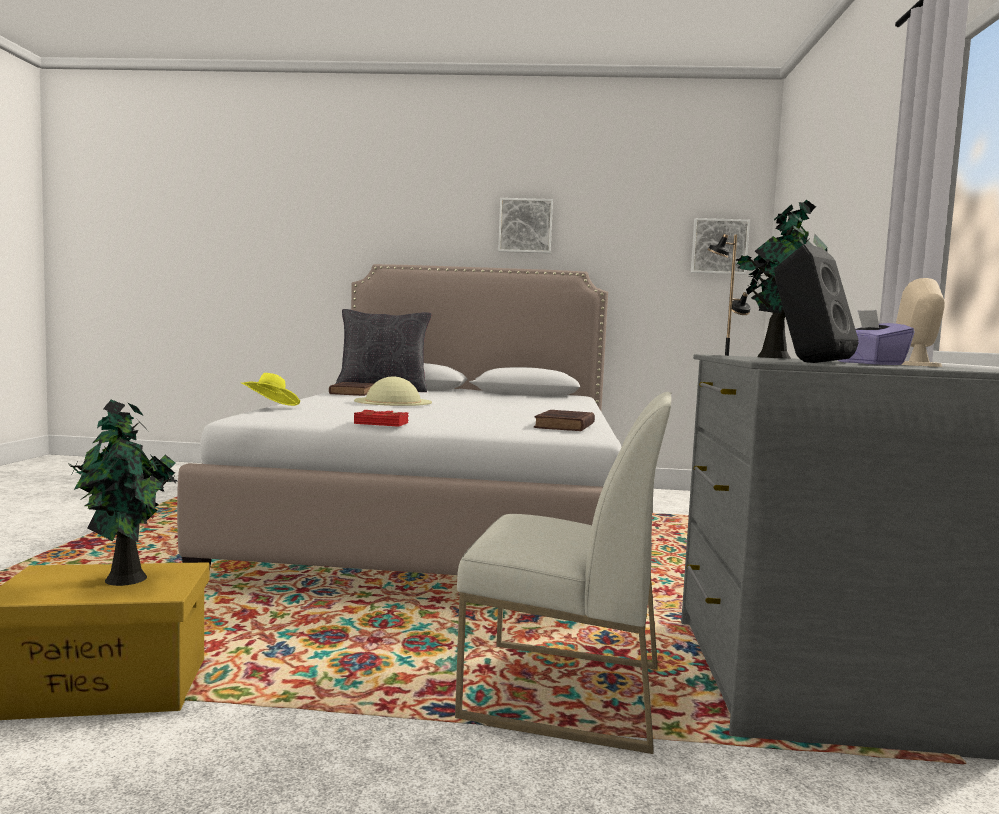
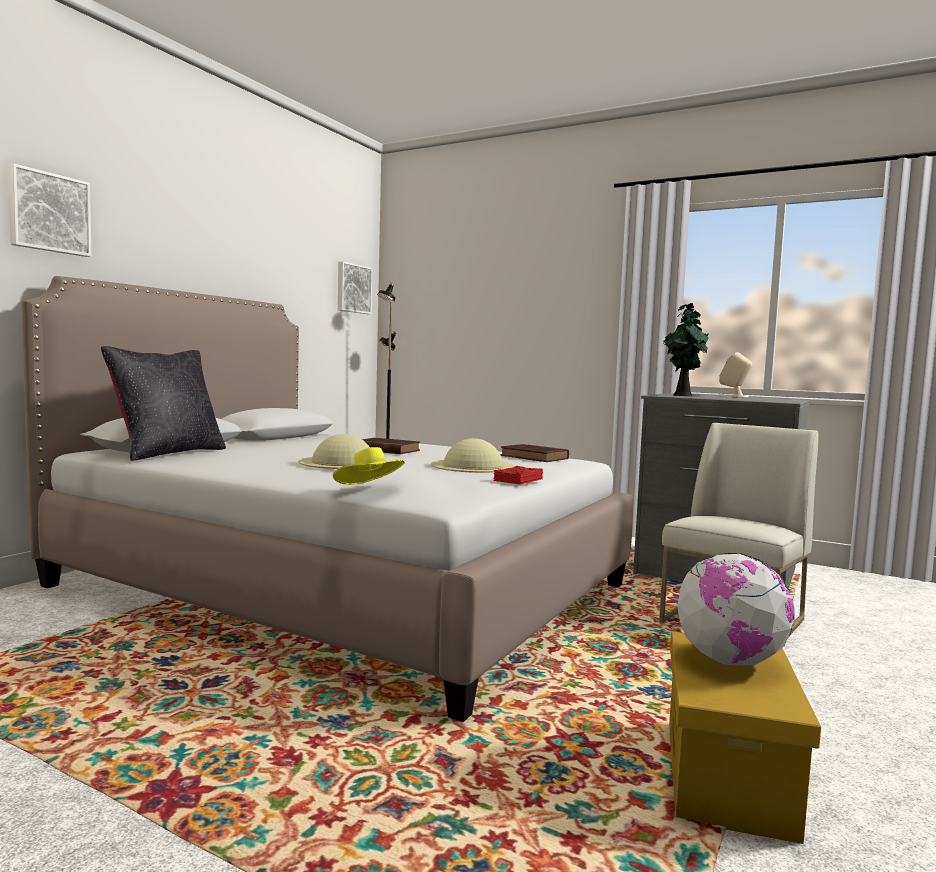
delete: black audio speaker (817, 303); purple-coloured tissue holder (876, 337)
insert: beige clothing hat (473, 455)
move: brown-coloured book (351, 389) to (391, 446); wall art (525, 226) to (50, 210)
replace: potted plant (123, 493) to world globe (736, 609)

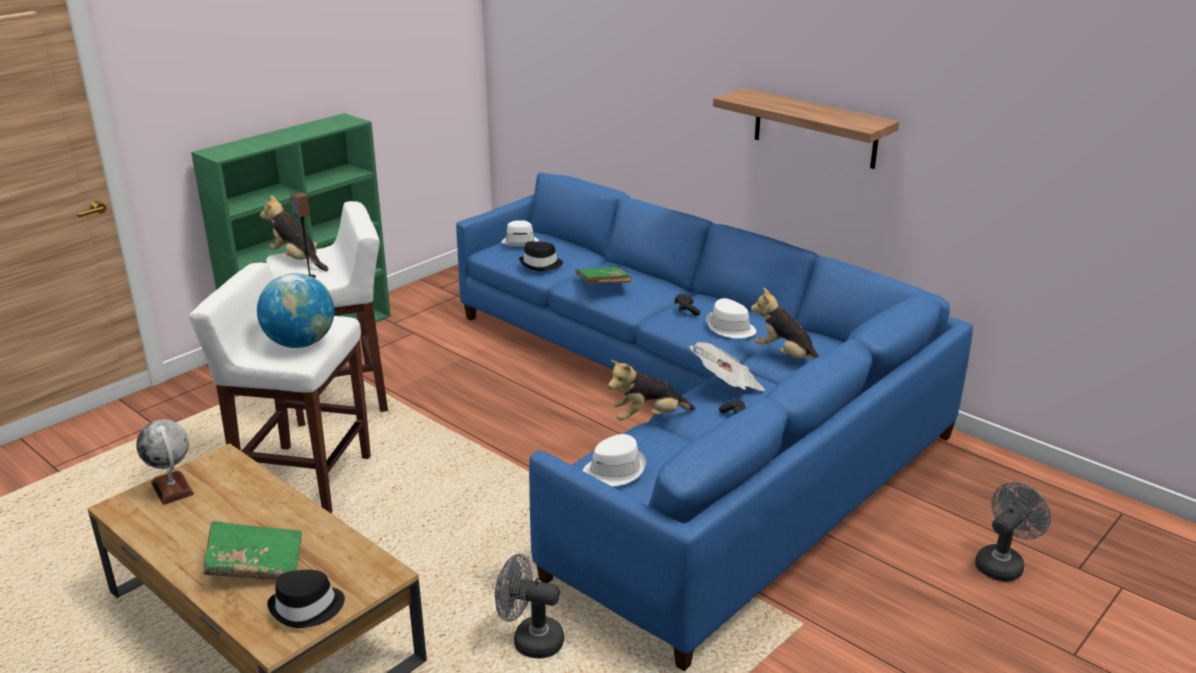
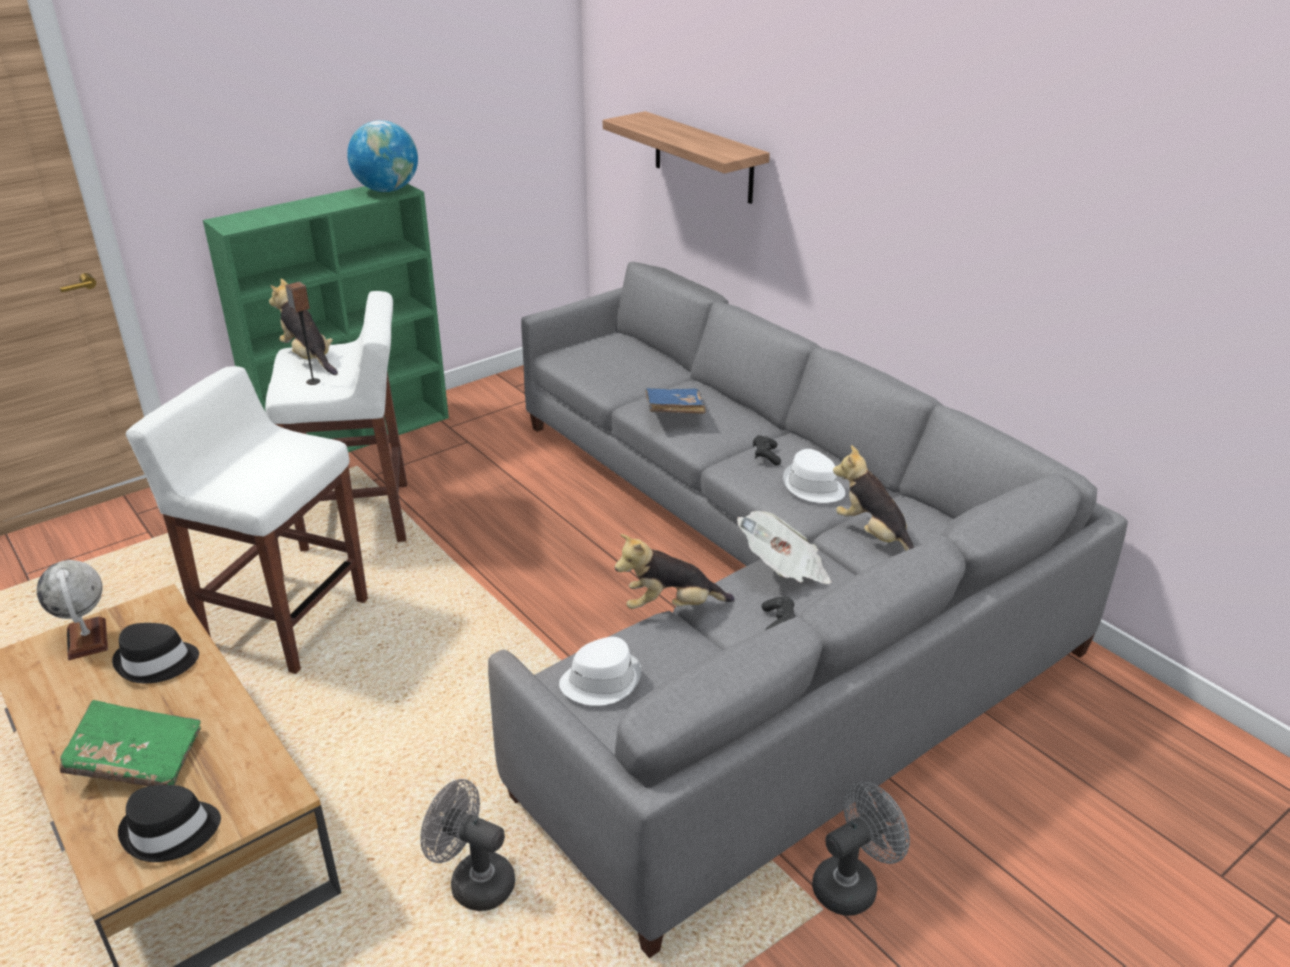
delete: white-coloured clothing hat (520, 233)
move: world globe (295, 310) to (382, 156); black clothing hat (541, 256) to (155, 653); wall shelf (806, 128) to (686, 157); greyish electric fan (1013, 532) to (861, 848)
recolor: blue-coloured sofa (714, 421) to greyish sofa (808, 610); green-coloured book (603, 275) to blue-coloured book (675, 401)

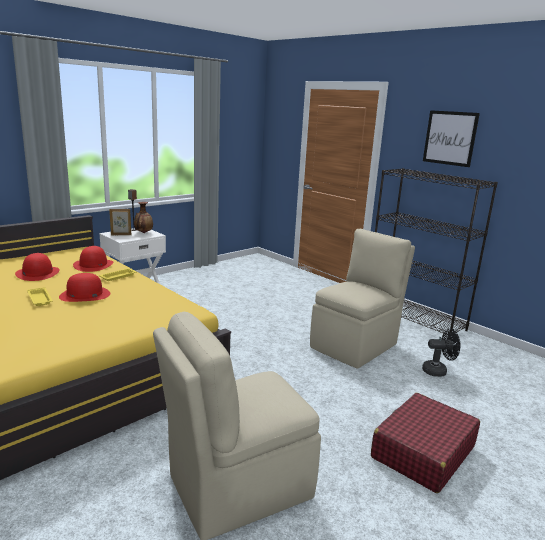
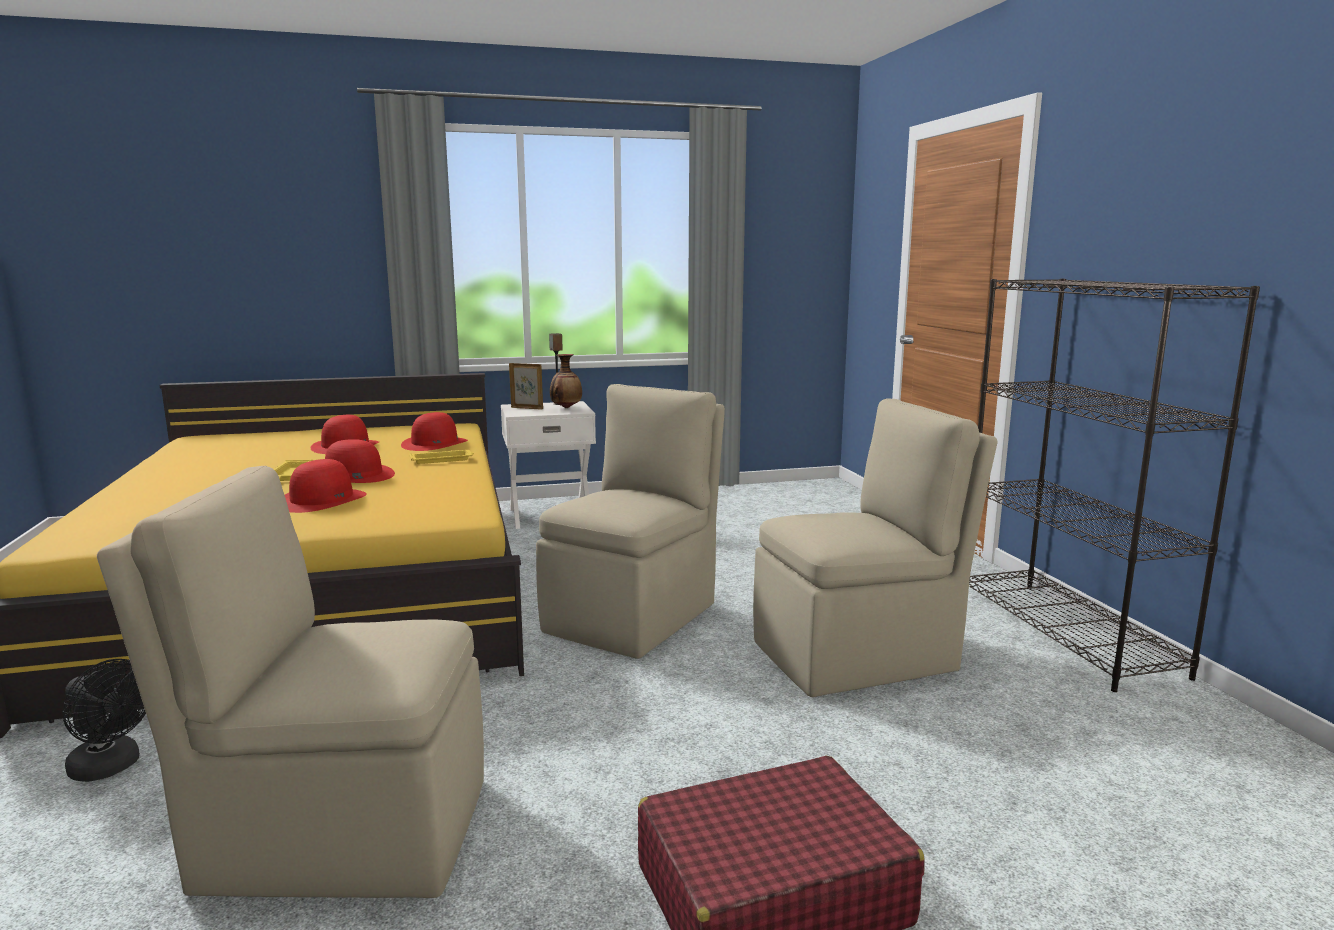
delete: wall art (451, 138)
insert: red clothing hat (326, 486); beige plain chair (630, 521)
move: black electric fan (441, 353) to (104, 720)

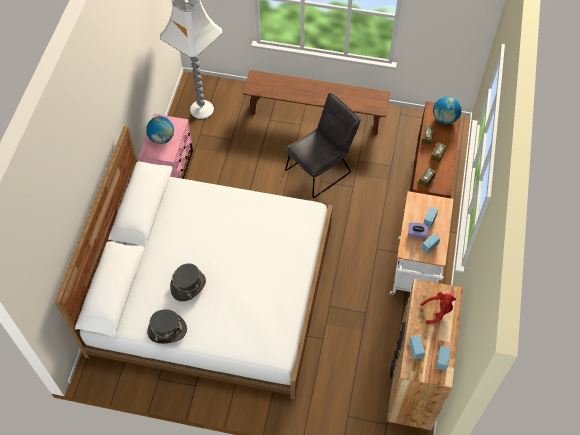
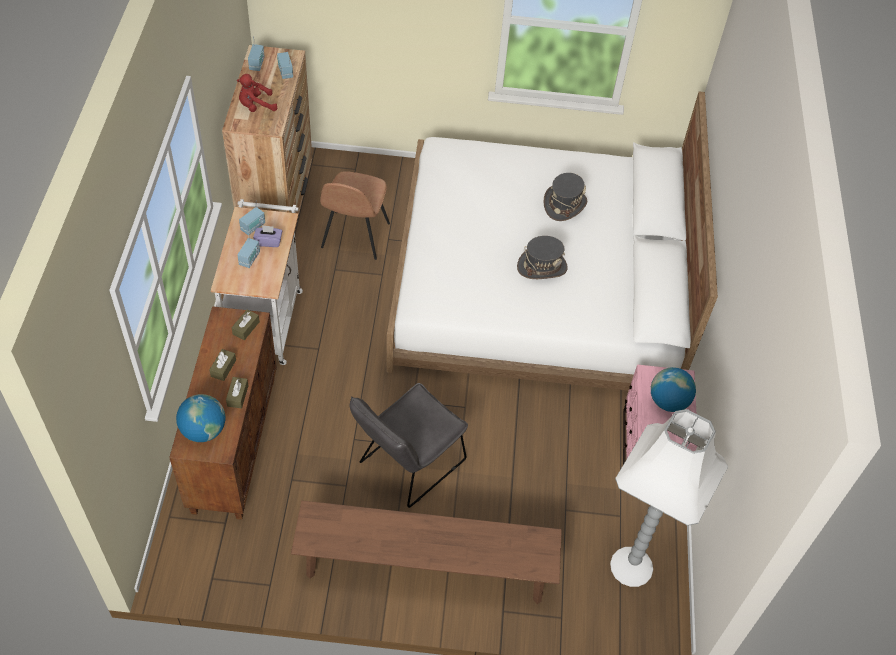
insert: brown-coloured plain chair (355, 215)
move: greyish clothing hat (167, 326) to (542, 257)

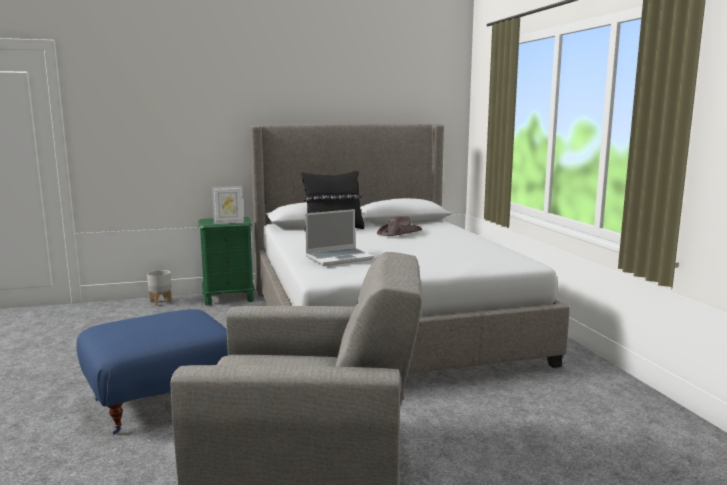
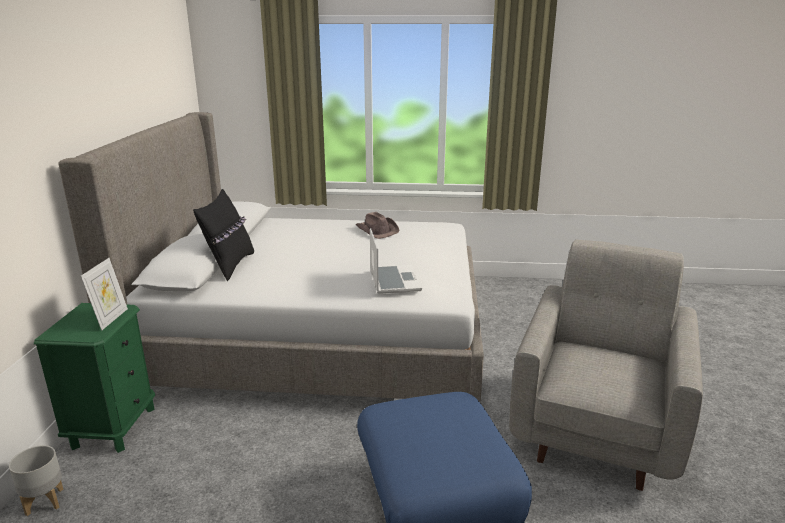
move: brown-coloured clothing hat (399, 226) to (377, 225)

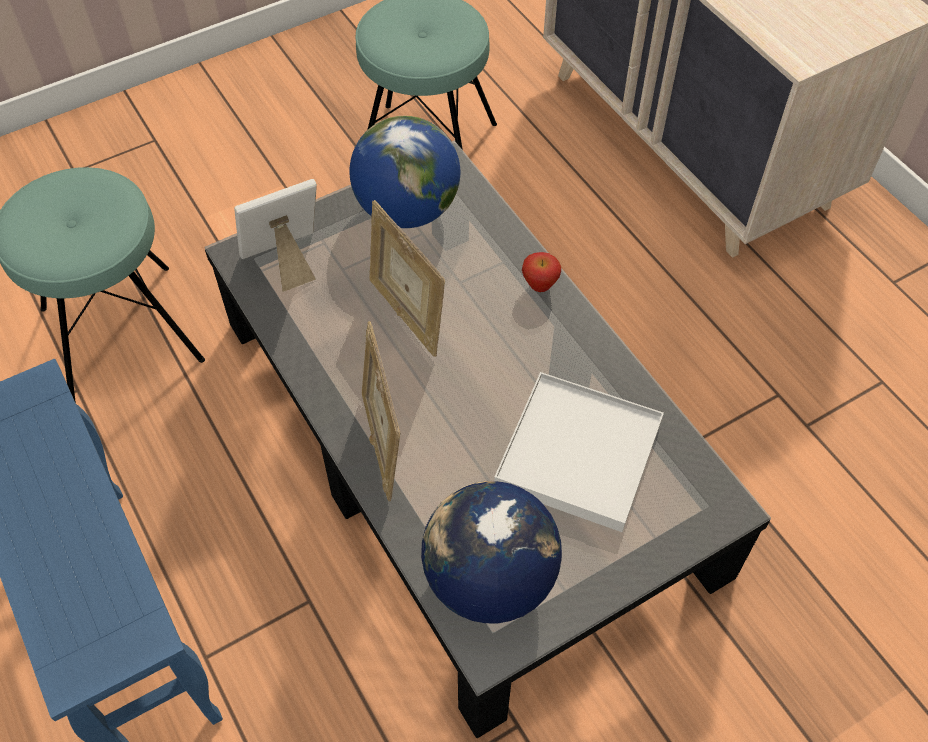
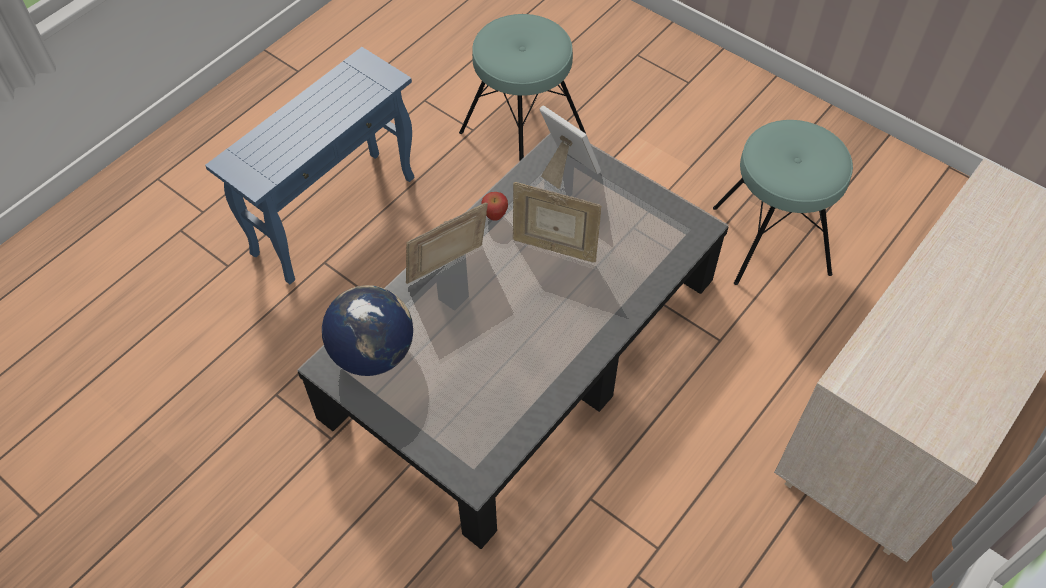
delete: world globe (404, 172); white-coloured carrying tray (579, 452)
move: apple (541, 272) to (494, 206)
rotate: standing frame (407, 278) = (557, 222) 105 degrees counterclockwise

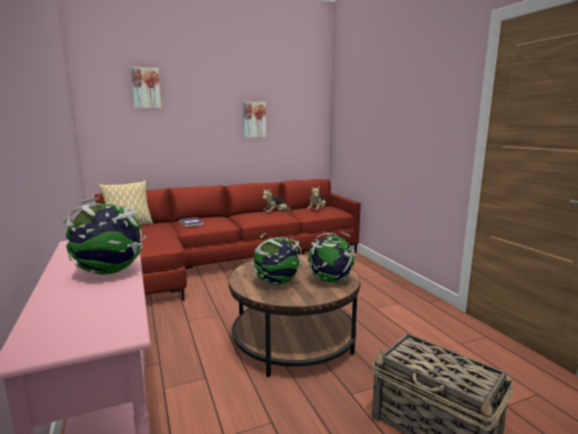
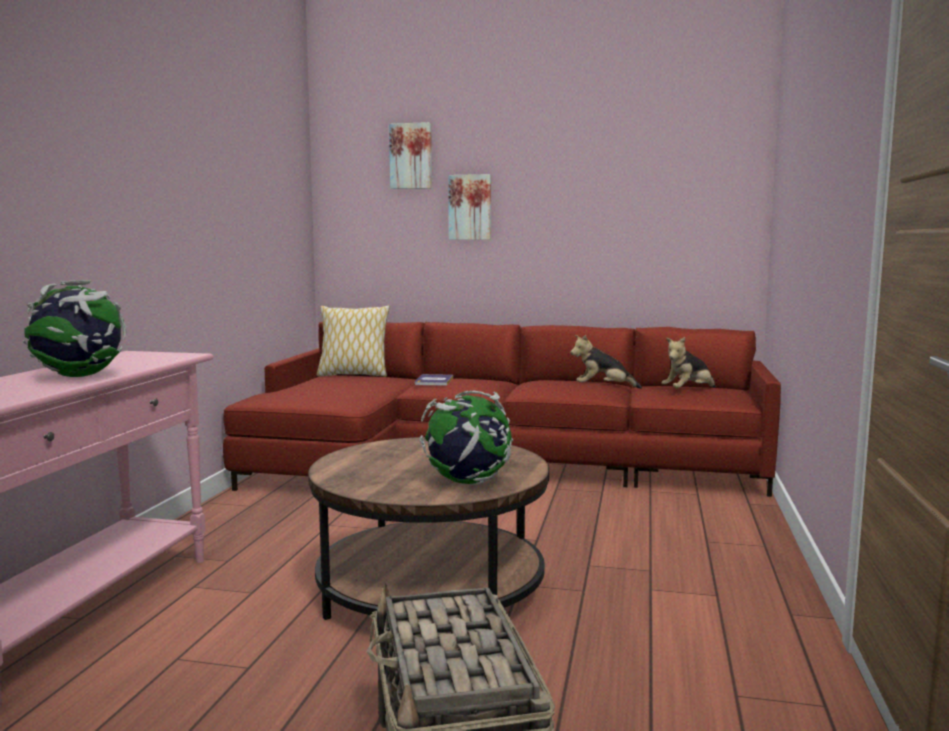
delete: world globe (277, 259)
move: wall art (254, 119) to (469, 207)

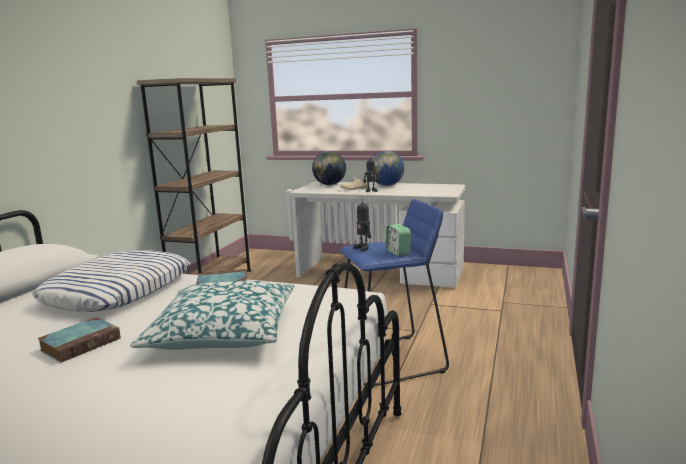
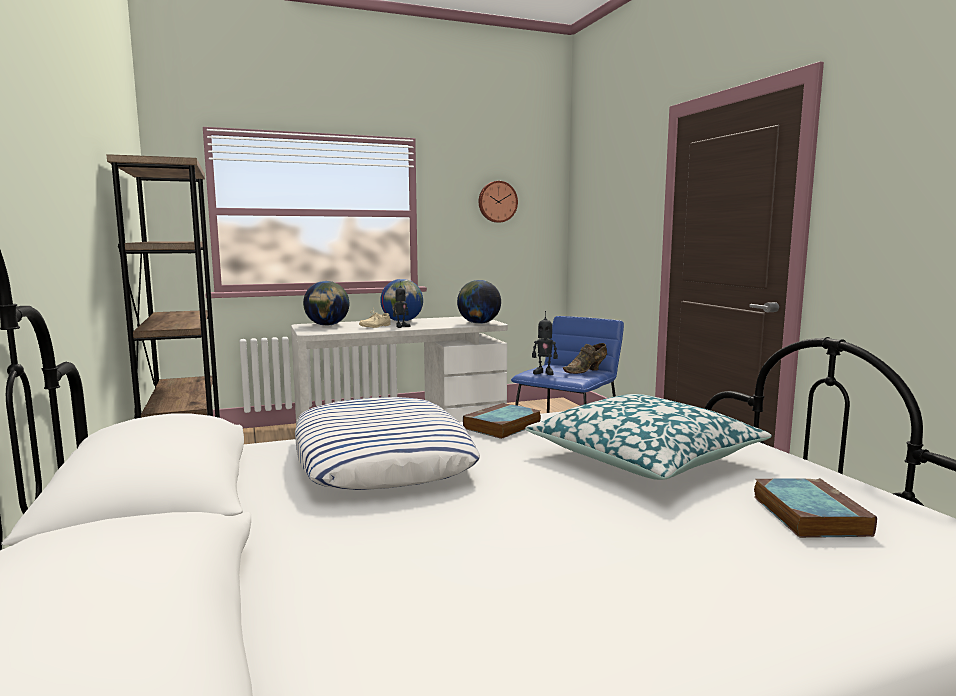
insert: world globe (479, 302); clock on the wall (498, 202)
move: book (79, 340) to (815, 508)
replace: alarm clock (398, 240) to brown-coloured item of footwear (585, 358)

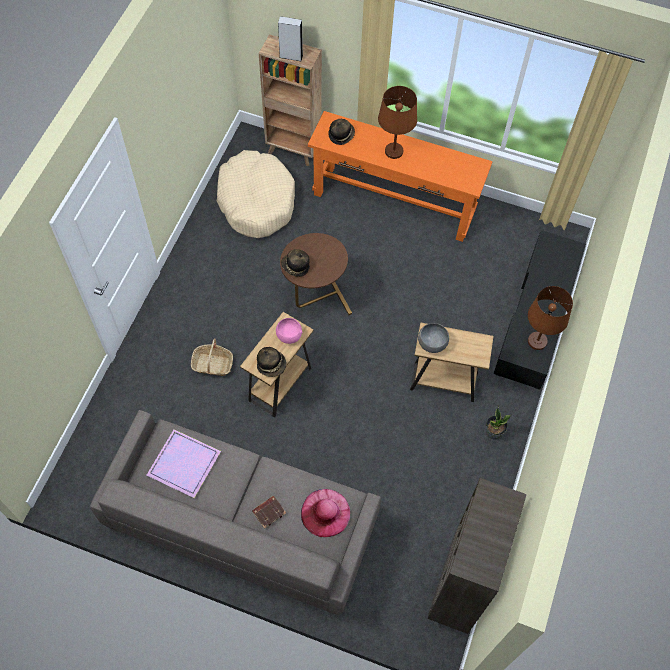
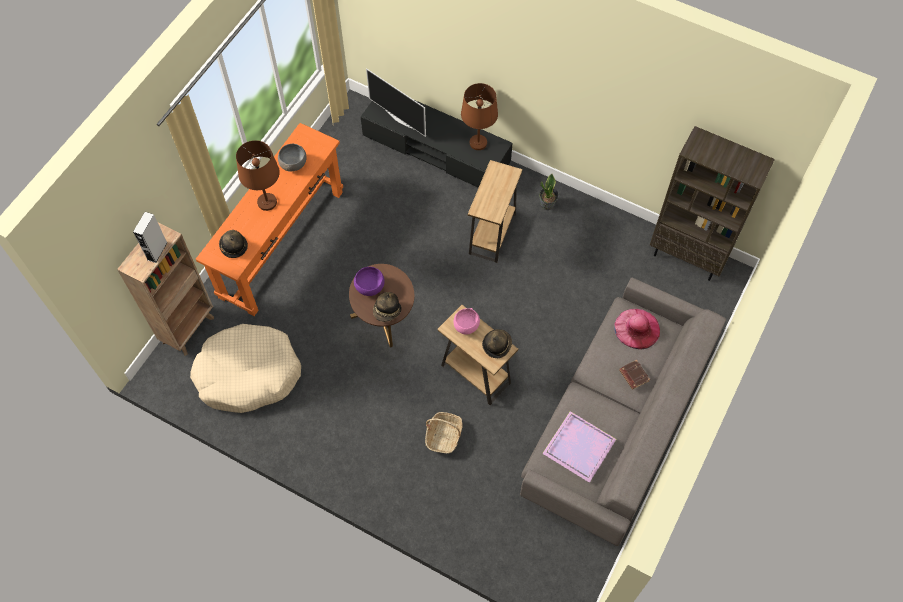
insert: purple-coloured serving bowl (369, 281); television (396, 102)
move: greyish serving bowl (433, 338) to (292, 158)

